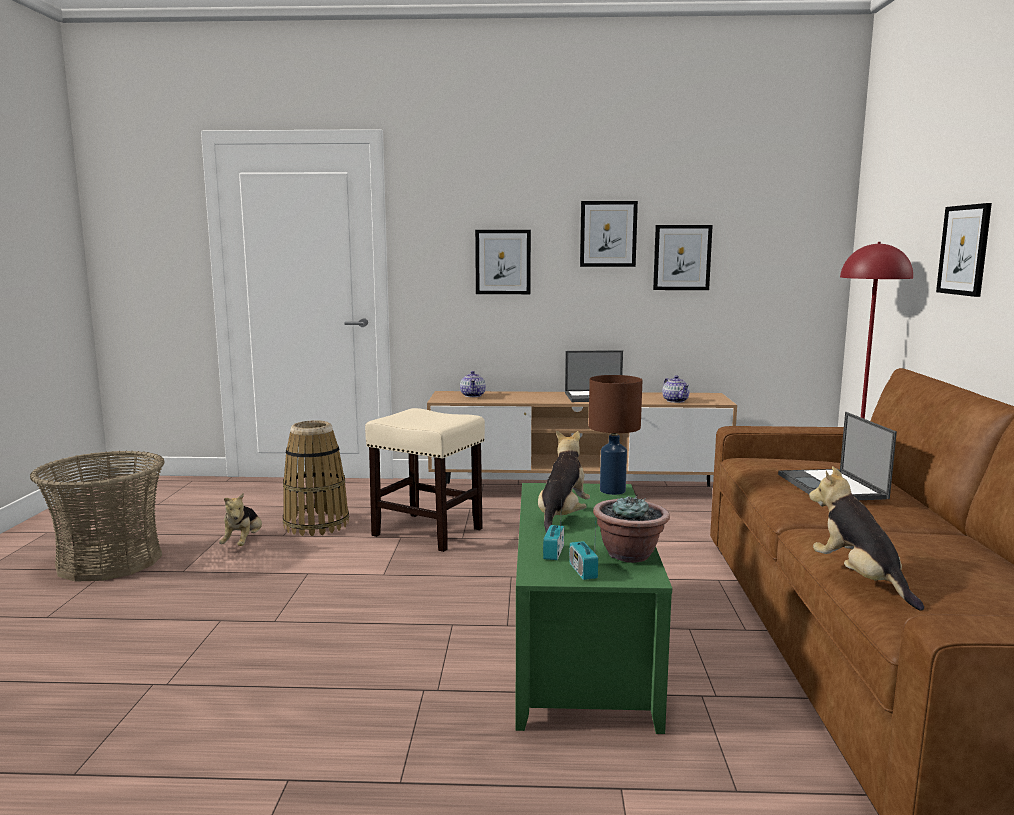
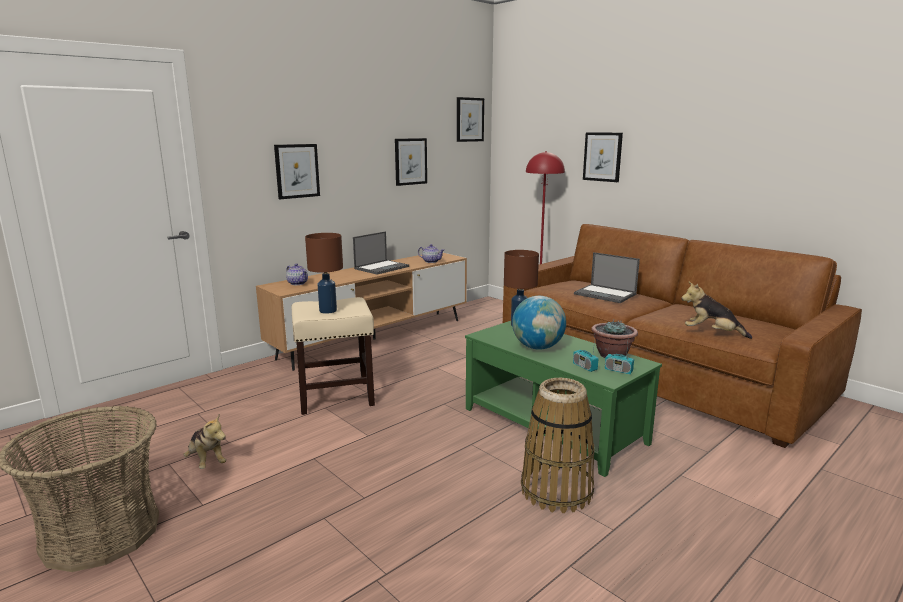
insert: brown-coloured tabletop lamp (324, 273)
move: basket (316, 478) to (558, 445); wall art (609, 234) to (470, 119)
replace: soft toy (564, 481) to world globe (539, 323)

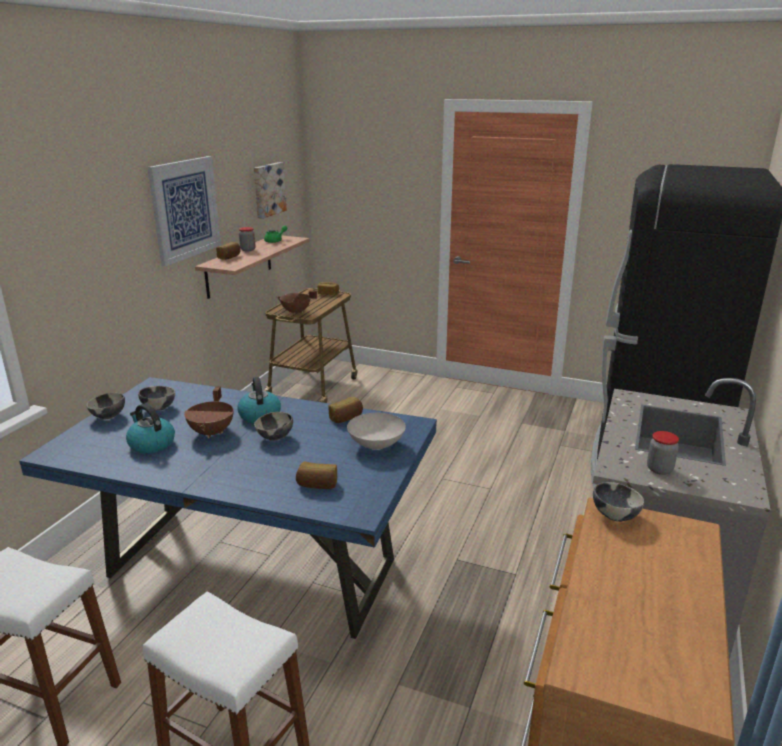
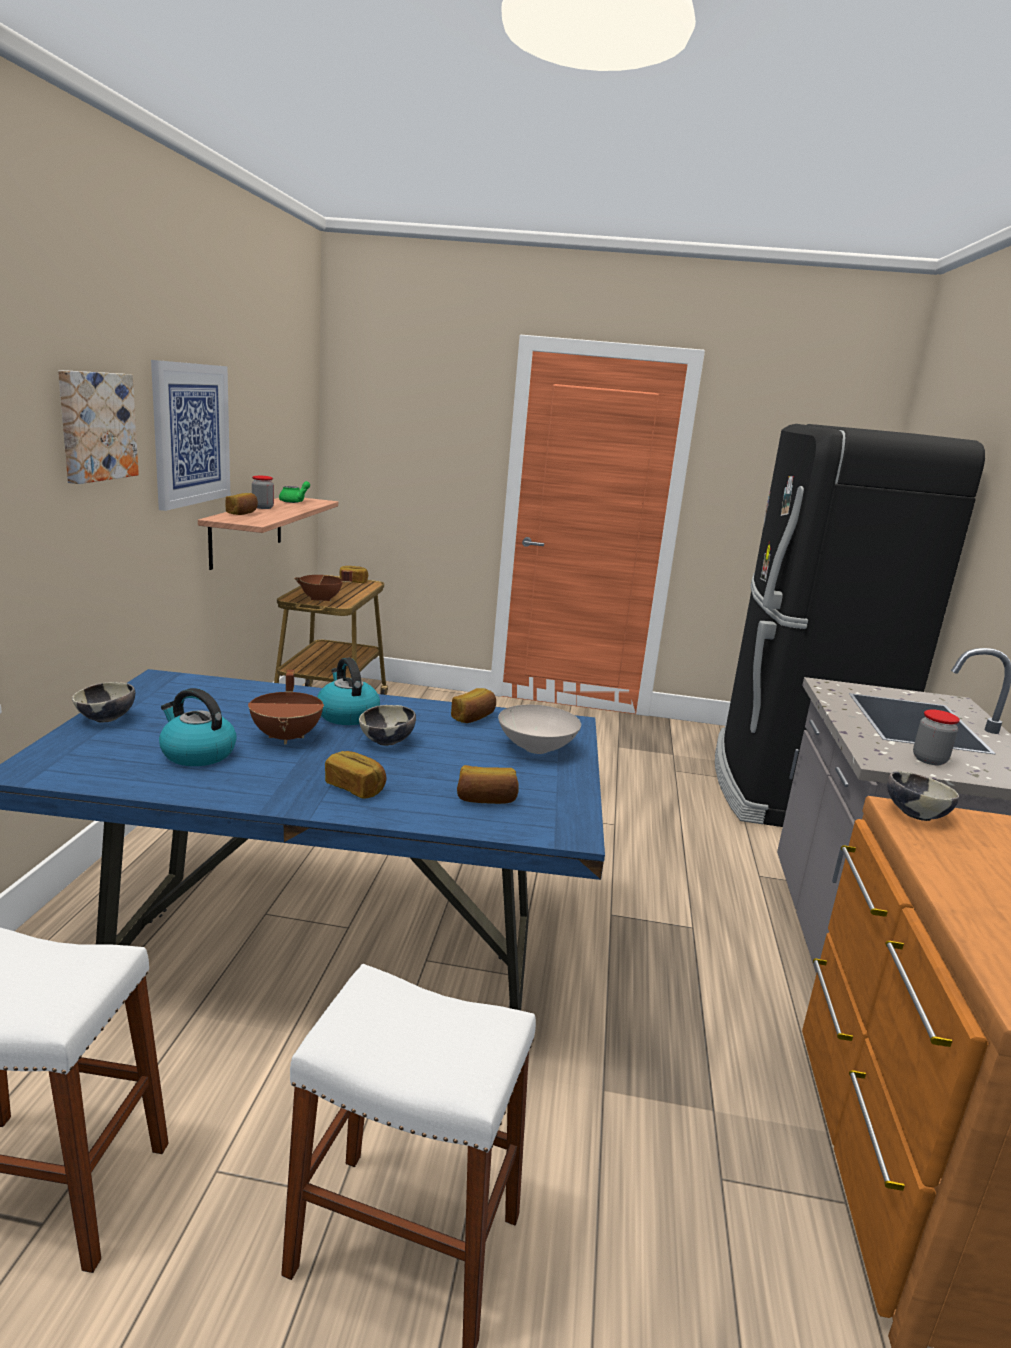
delete: serving bowl (156, 398)
insert: baked bread (355, 775)
move: wall art (270, 190) to (98, 427)

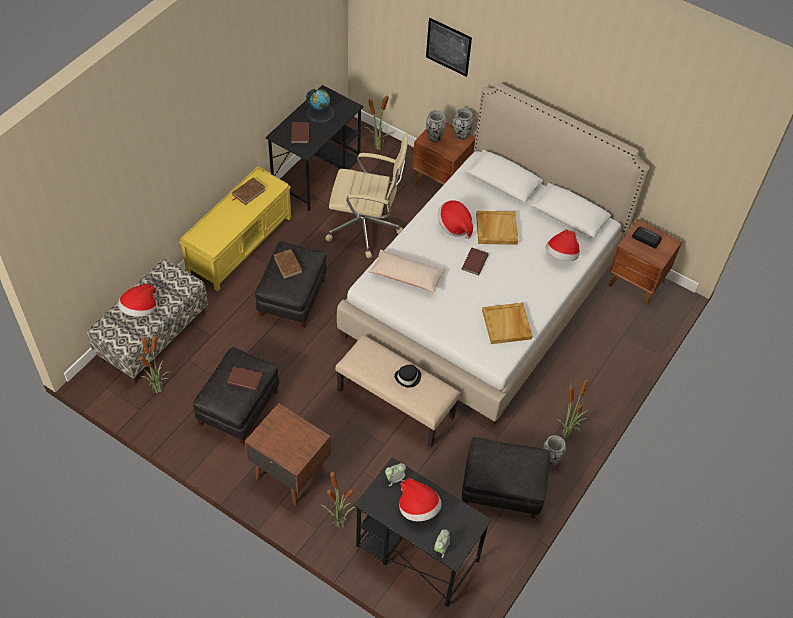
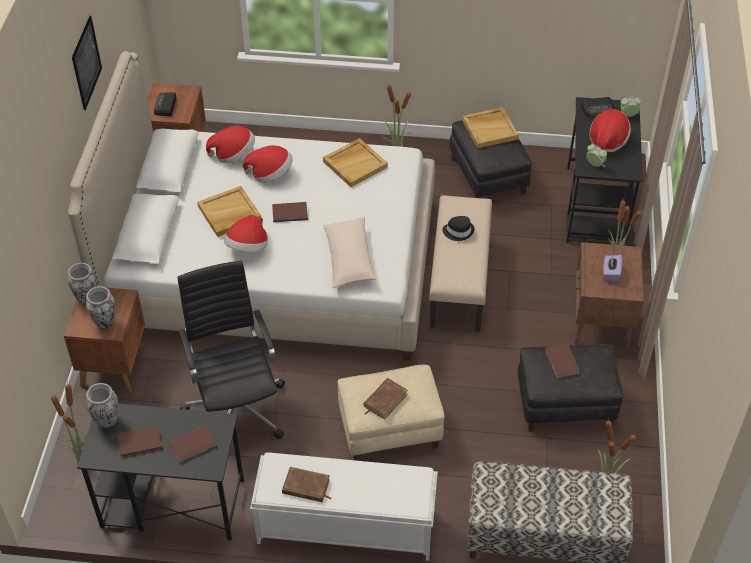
insert: beige carrying tray (490, 127); radio receiver (598, 107); purple-coloured tissue holder (612, 268)
move: clothing hat (137, 300) to (268, 163); wall art (449, 47) to (87, 63); decorative vase (554, 451) to (102, 405)
replace: world globe (320, 106) to brown-coloured book (139, 441)
recolor: yellowish bench (235, 228) to white-coloured bench (344, 506); black ottoman (291, 284) to beige ottoman (391, 413); beige computer chair (366, 195) to black computer chair (231, 350)

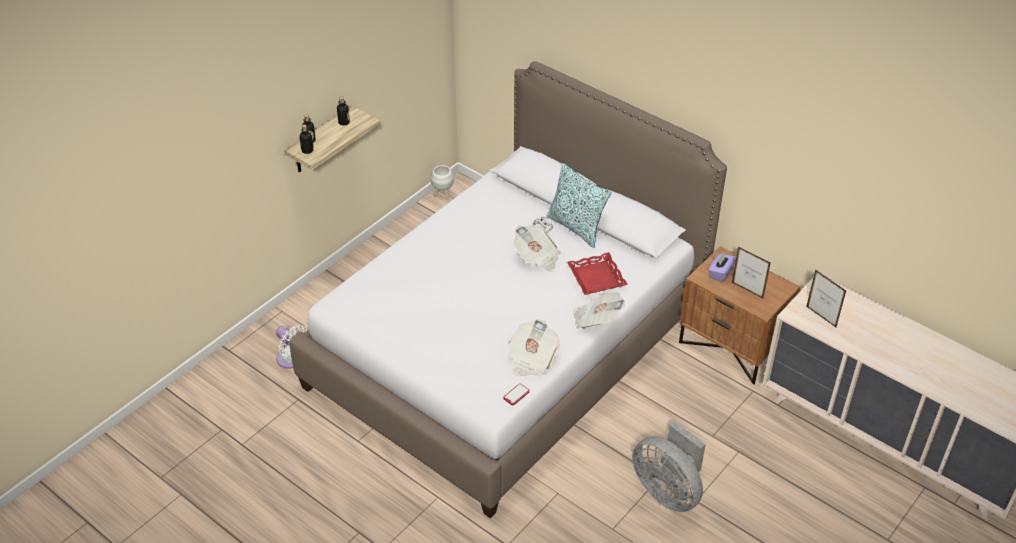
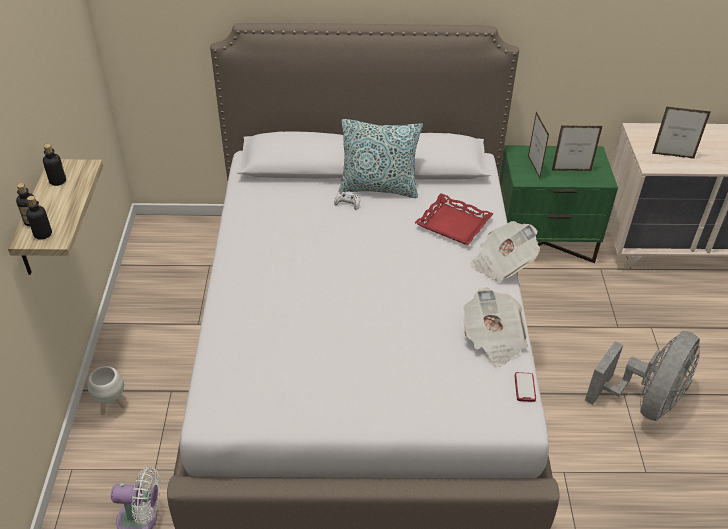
delete: printed paper (536, 248)
move: white-coloured flower pot (442, 182) to (106, 390)
replace: purple-coloured tissue holder (722, 267) to standing frame (538, 145)
recolor: brown-coloured bedside table (739, 315) to green-coloured bedside table (558, 204)
rotate: greyish electric fan (669, 466) = (642, 376) 60 degrees counterclockwise

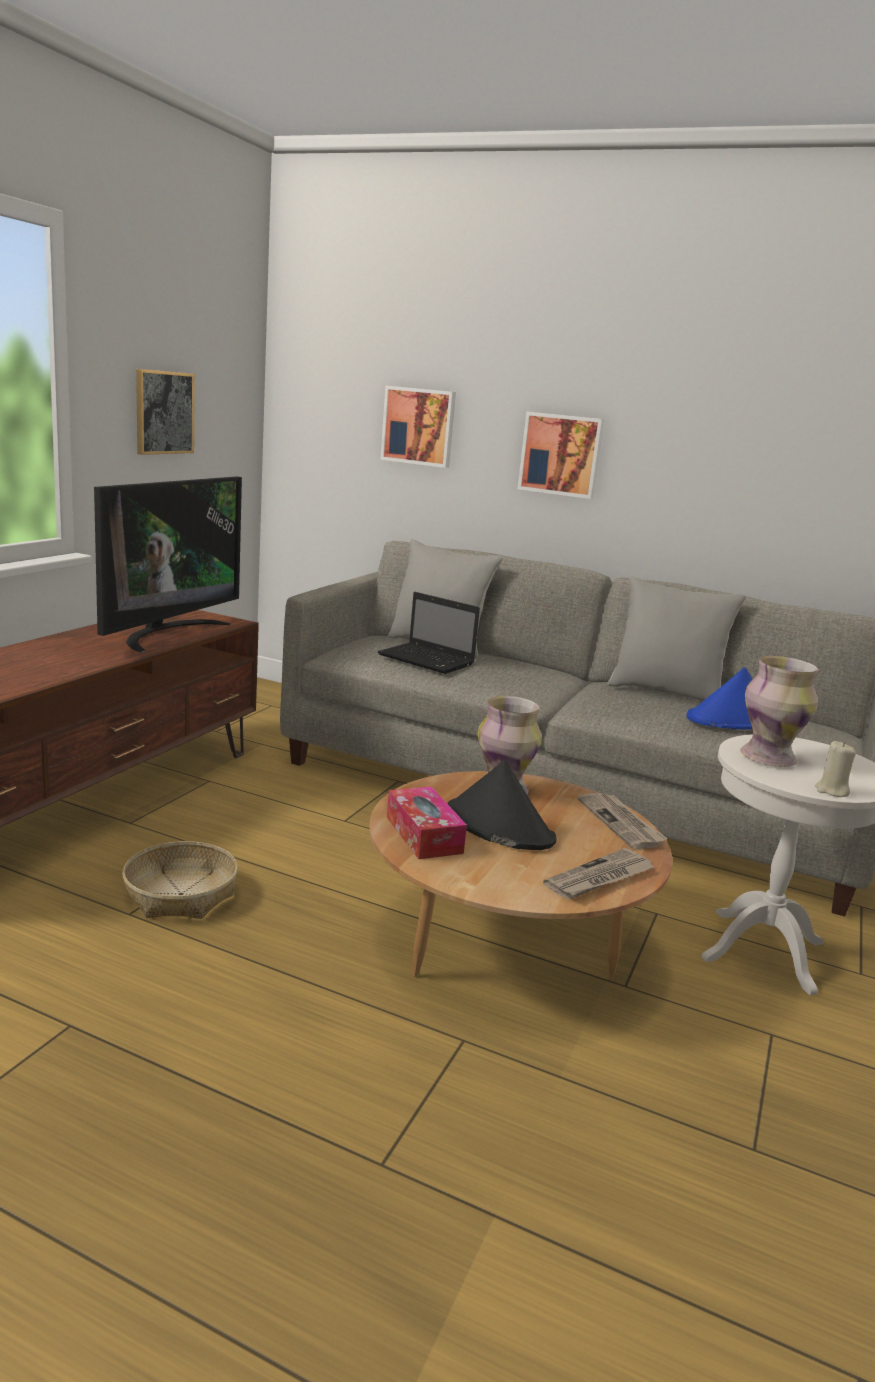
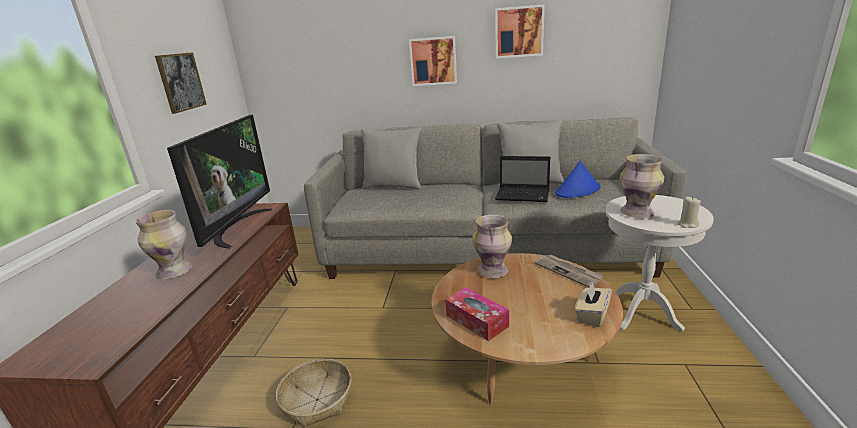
delete: black clothing hat (502, 805)
insert: decorative vase (164, 244)
move: notebook computer (429, 633) to (522, 179); wall art (418, 427) to (520, 31)
replace: printed paper (598, 873) to beige tissue holder (593, 304)

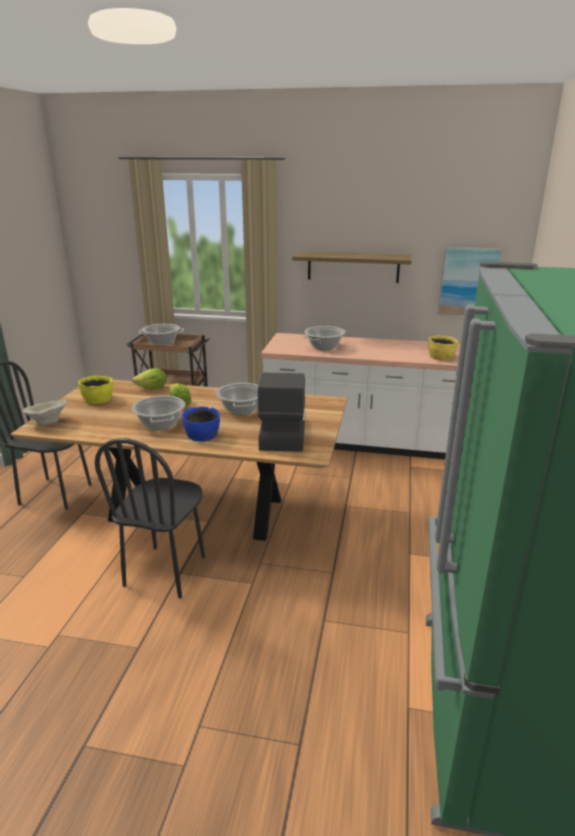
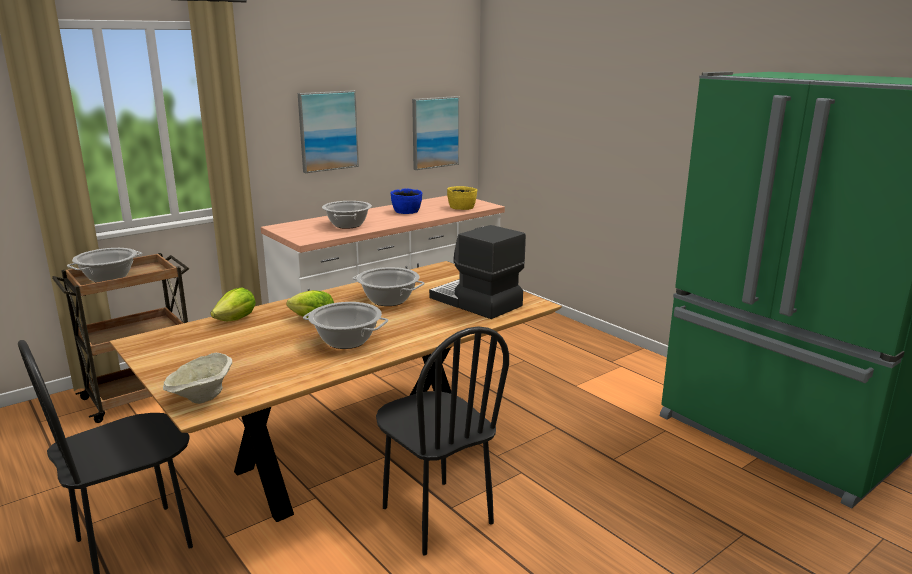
delete: yellowish serving bowl (95, 390)
move: blue-coloured serving bowl (201, 423) to (406, 201)
replace: wall shelf (352, 267) to wall art (328, 132)

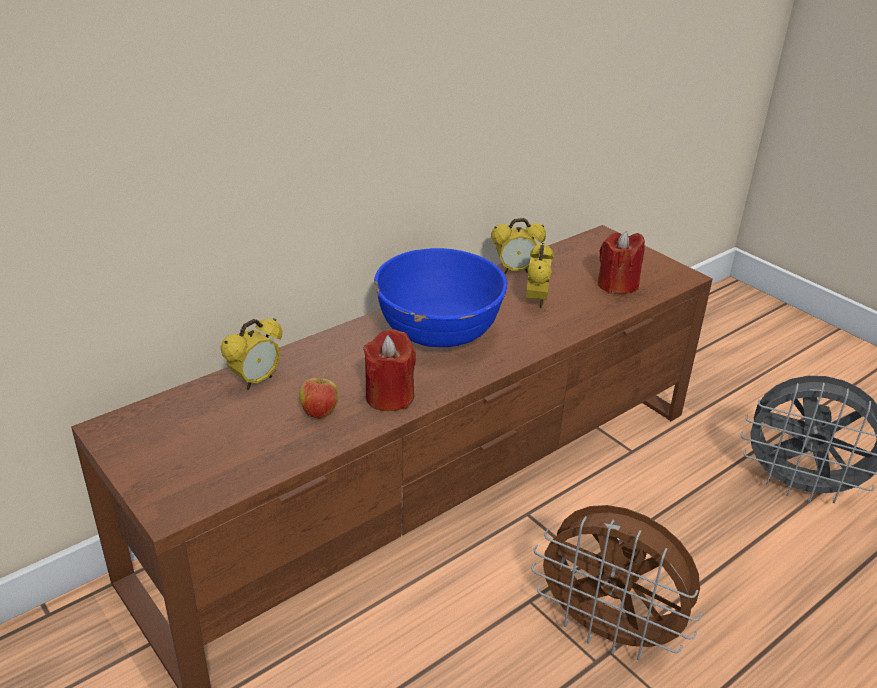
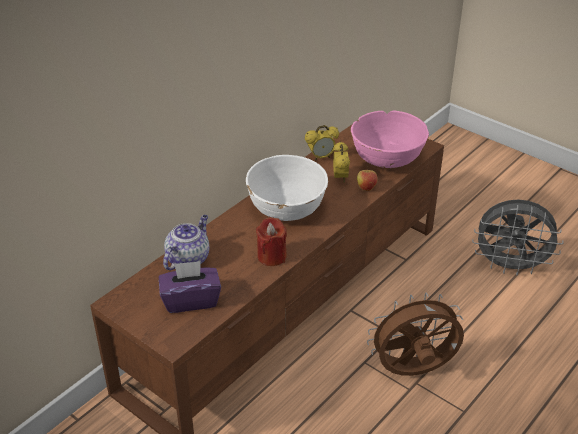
insert: purple-coloured tissue holder (190, 287)
move: apple (319, 395) to (367, 178)
replace: alarm clock (251, 354) to tea pot (186, 242); red candle (621, 262) to pink-coloured serving bowl (390, 139)
recolor: blue-coloured serving bowl (441, 297) to white-coloured serving bowl (287, 188)
rotate: brown-coloured electric fan (617, 582) = (415, 334) 150 degrees clockwise

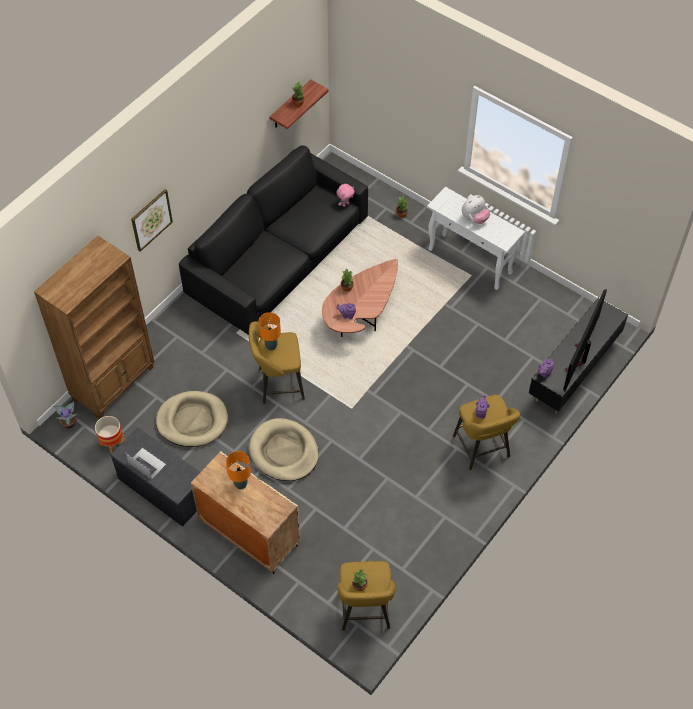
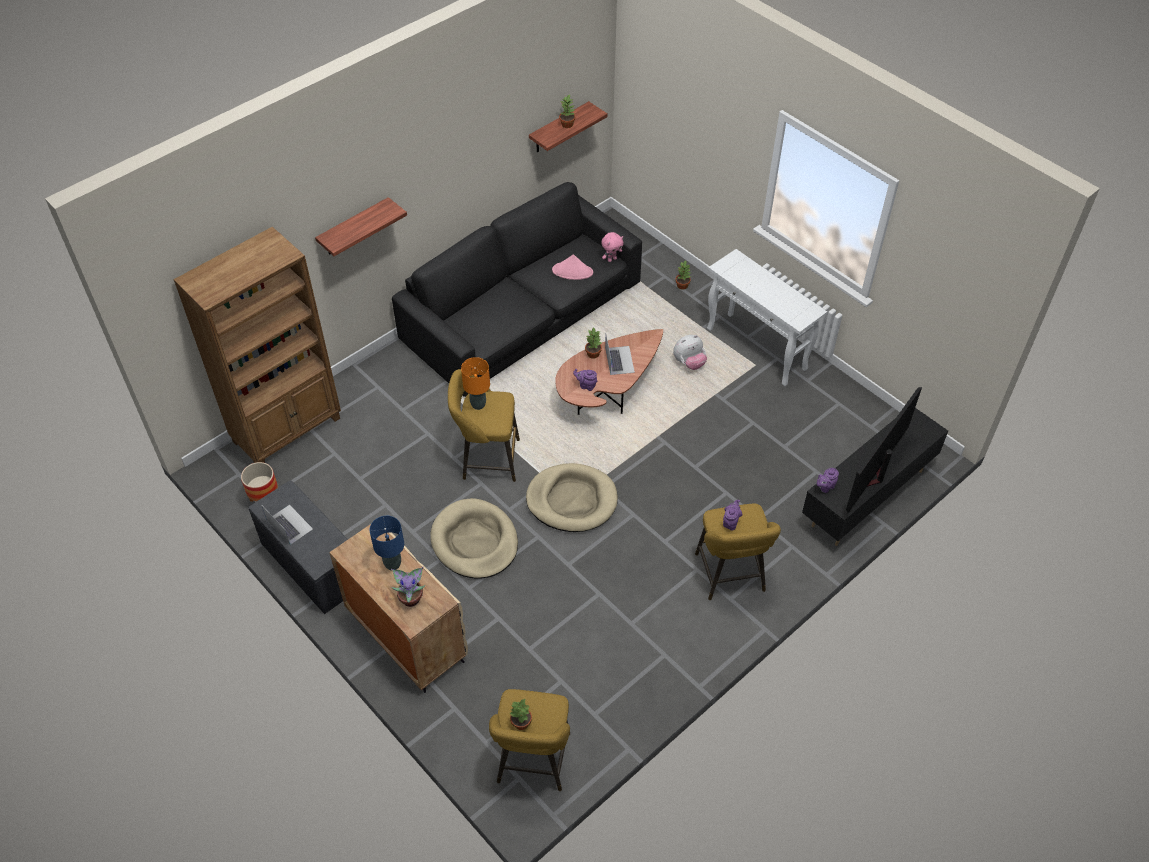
insert: pink-coloured clothing hat (572, 267); notebook computer (620, 355)
move: potted plant (65, 415) to (408, 587); beige dog cushion (192, 419) to (572, 497); soft toy (476, 209) to (690, 352)
replace: wall art (152, 220) to wall shelf (361, 226)
recolor: orangey tabletop lamp (238, 470) to blue-coloured tabletop lamp (386, 543)

